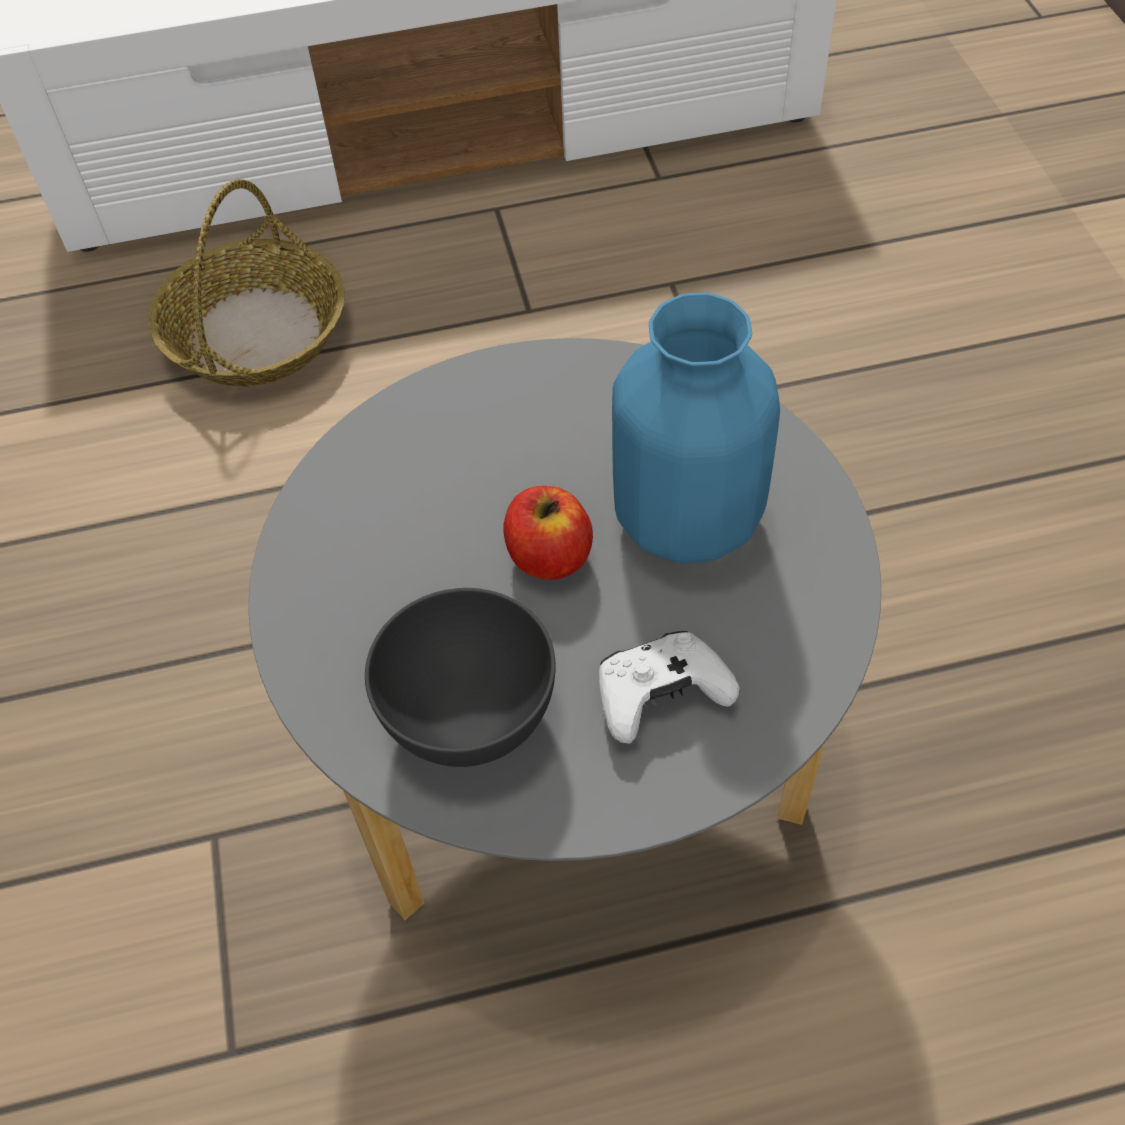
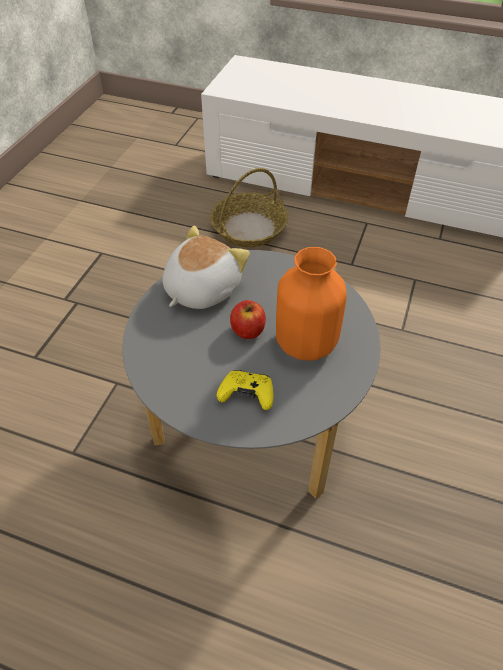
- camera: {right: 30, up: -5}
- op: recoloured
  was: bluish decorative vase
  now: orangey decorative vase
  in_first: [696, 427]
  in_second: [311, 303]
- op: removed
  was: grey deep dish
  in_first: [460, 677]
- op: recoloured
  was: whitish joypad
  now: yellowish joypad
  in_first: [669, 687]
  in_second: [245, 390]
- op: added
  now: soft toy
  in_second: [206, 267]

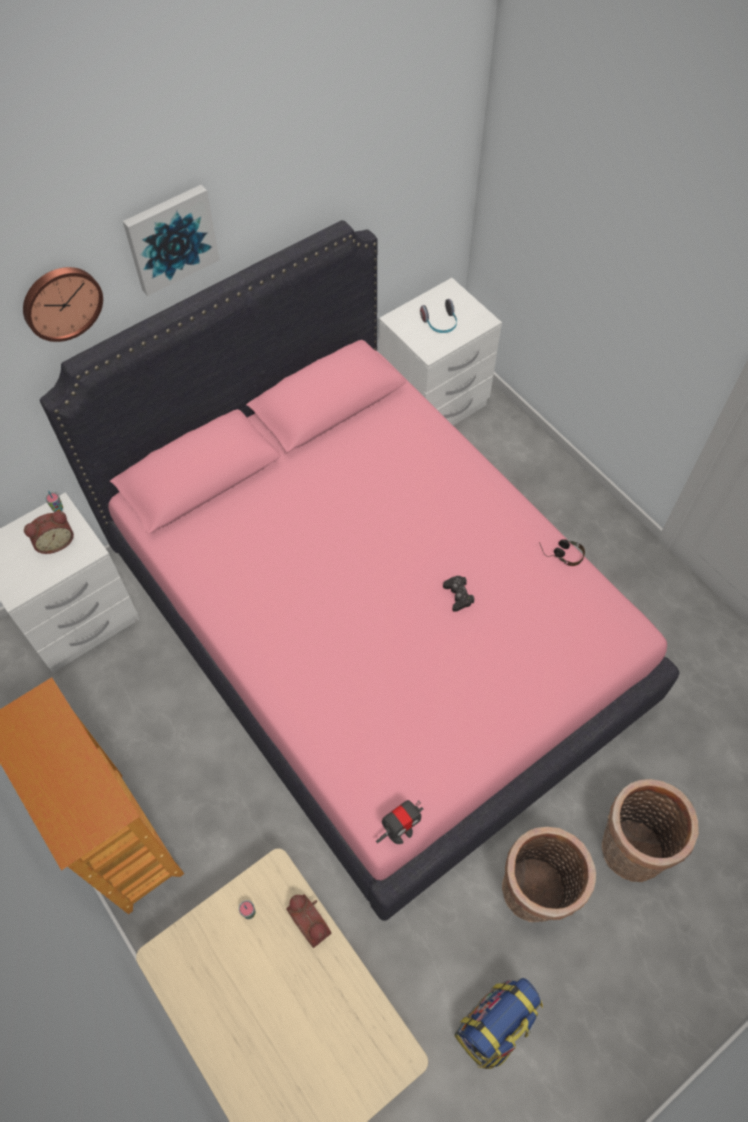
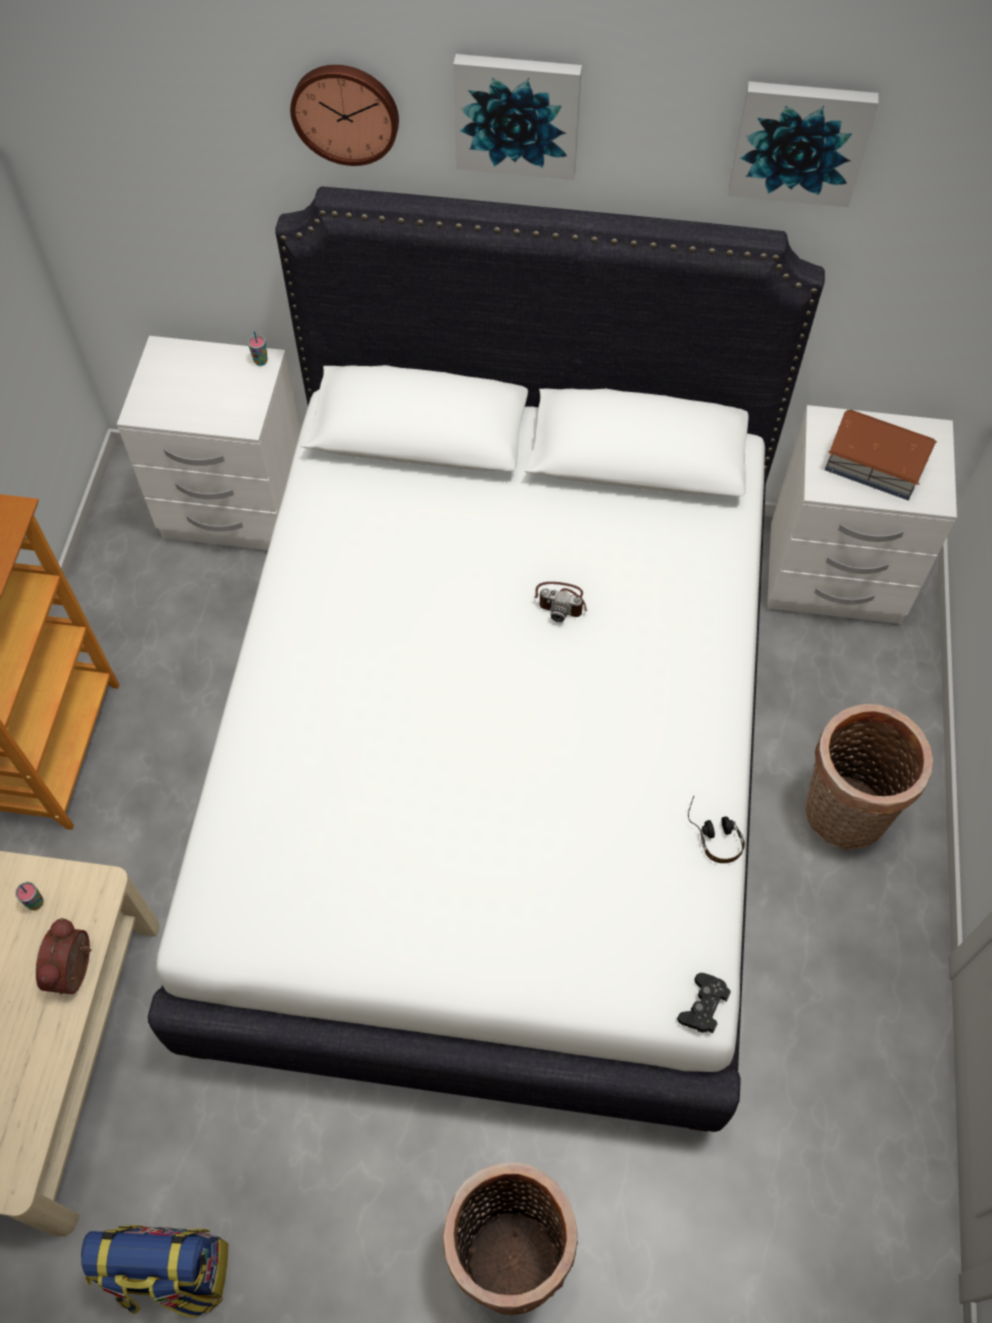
- camera: {right: 45, up: 0}
- op: recoloured
  was: pink bedroom bed
  now: whitish bedroom bed
  in_first: [359, 570]
  in_second: [486, 659]
- op: replaced
  was: pair of headphones
  now: model house
  in_first: [438, 316]
  in_second: [881, 455]
- op: removed
  was: table clock
  in_first: [49, 532]
- op: moved
  was: blackish joypad
  in_first: [459, 594]
  in_second: [704, 1003]
- op: removed
  was: toy robot
  in_first: [400, 822]
- op: moved
  was: household basket
  in_first: [549, 874]
  in_second: [869, 777]
- op: added
  now: wall picture
  in_second: [803, 144]
- op: added
  now: photo camera
  in_second: [561, 602]

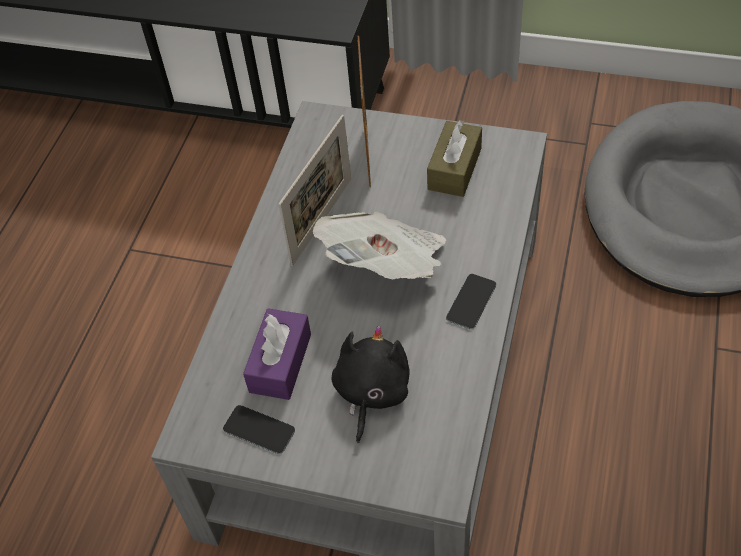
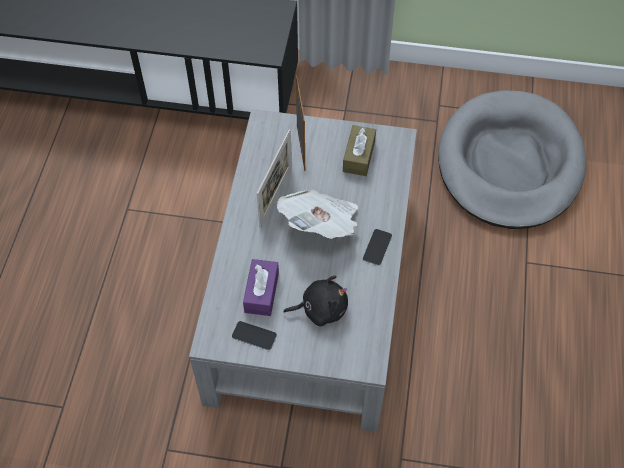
- camera: {right: -10, up: 5}
- op: turned
  was: blackish soft toy
  in_first: [371, 385]
  in_second: [315, 300]
  clockwise: 75

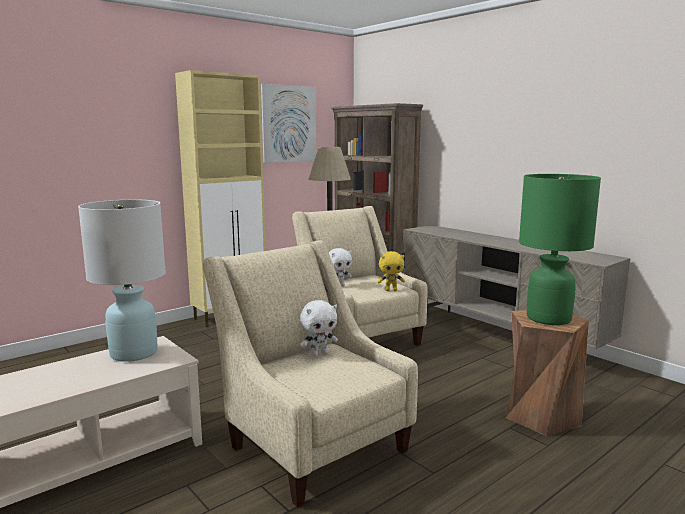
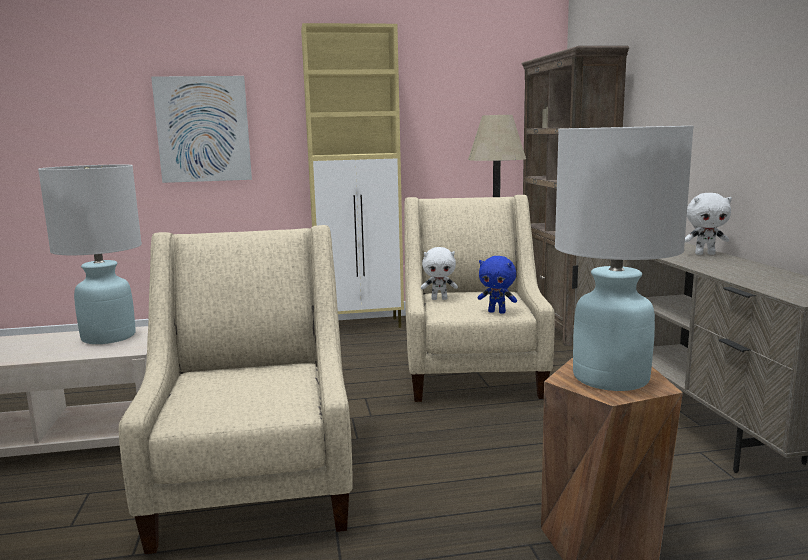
- camera: {right: 30, up: 0}
- op: moved
  was: wall picture
  in_first: [288, 123]
  in_second: [201, 129]
- op: recoloured
  was: green tabletop lamp
  now: whitish tabletop lamp
  in_first: [560, 249]
  in_second: [624, 258]
- op: recoloured
  was: yellowish soft toy
  now: bluish soft toy
  in_first: [391, 271]
  in_second: [497, 285]
- op: moved
  was: whitish soft toy
  in_first: [319, 328]
  in_second: [708, 224]

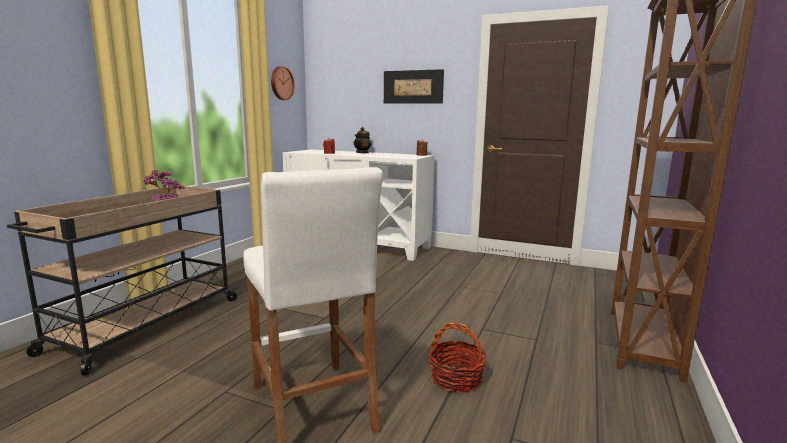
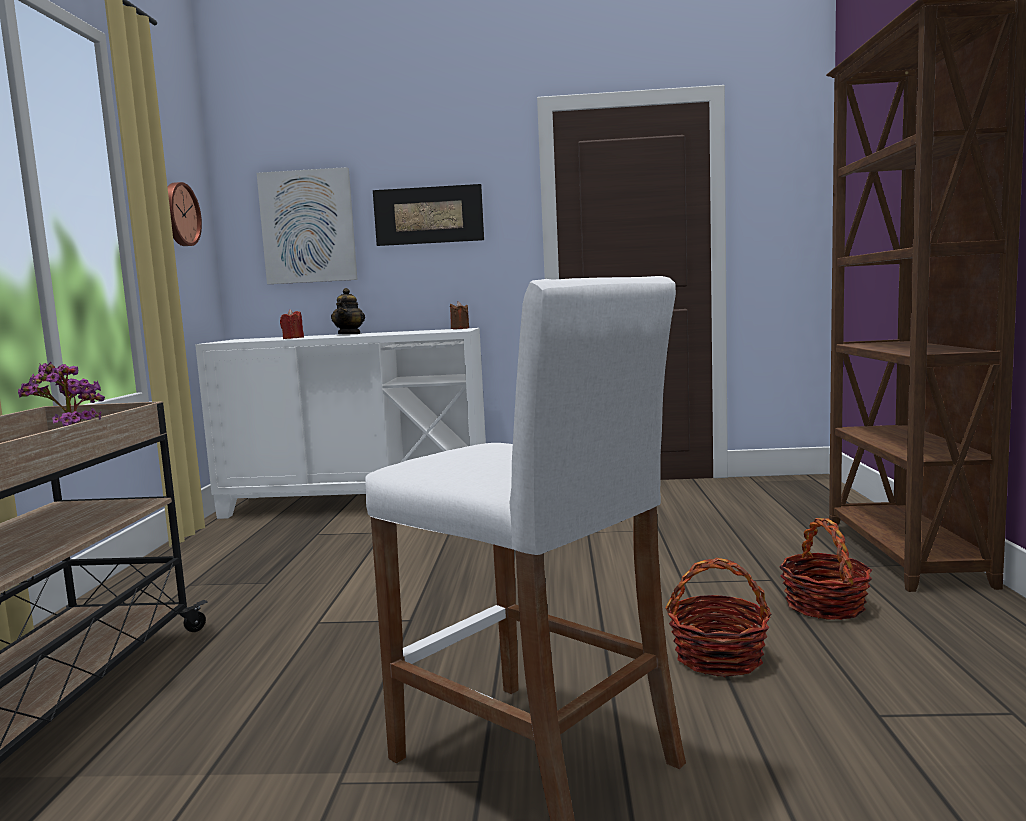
- camera: {right: -20, up: -5}
- op: added
  now: wall picture
  in_second: [307, 225]
- op: added
  now: household basket
  in_second: [826, 569]

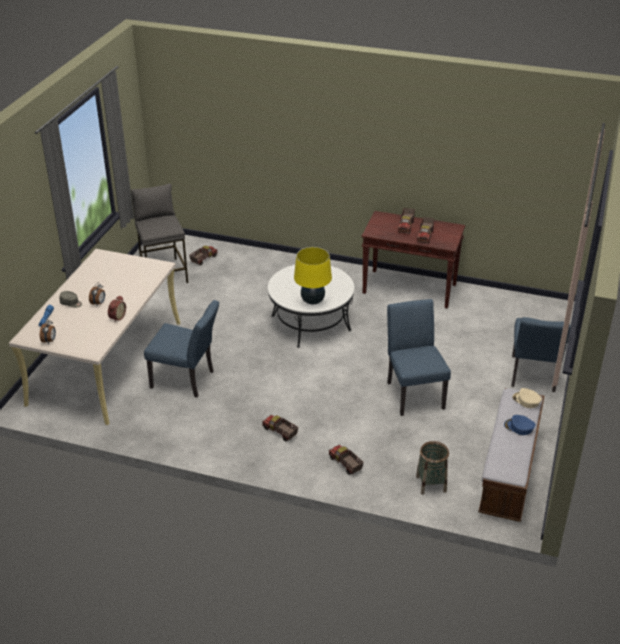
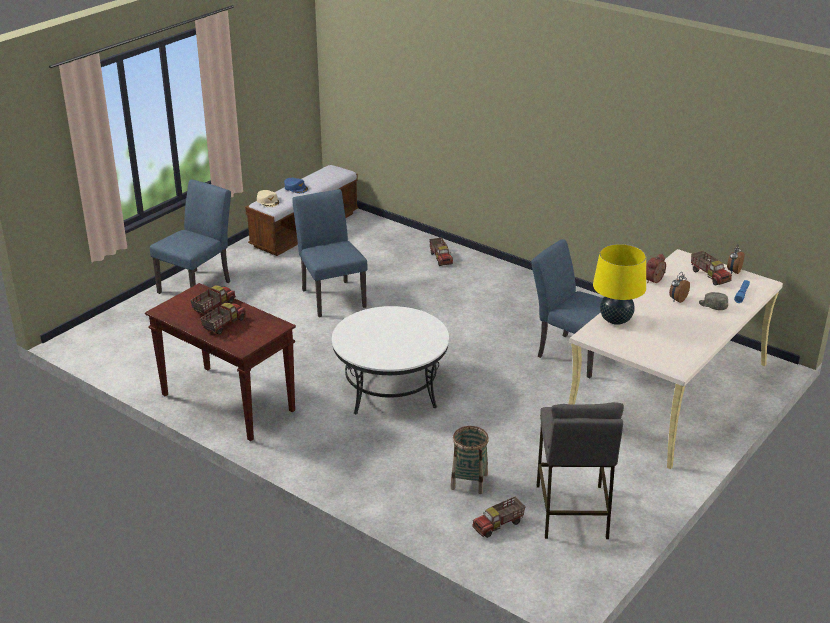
- camera: {right: -160, up: -5}
- op: moved
  was: yellowish tabletop lamp
  in_first: [313, 276]
  in_second: [619, 284]
- op: turned
  was: bluish plain chair
  in_first: [419, 357]
  in_second: [330, 253]
  clockwise: 150
- op: moved
  was: toy truck
  in_first: [280, 428]
  in_second: [711, 268]
- op: moved
  was: household basket
  in_first: [432, 468]
  in_second: [469, 460]

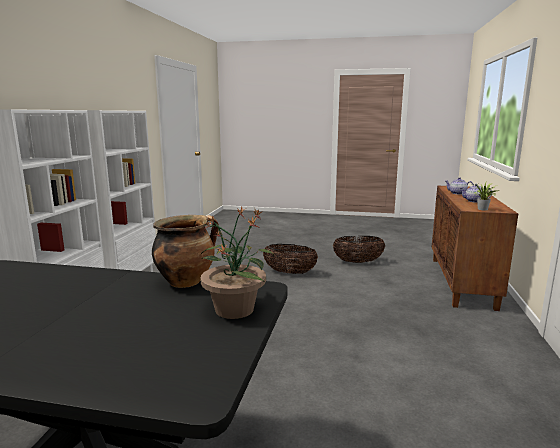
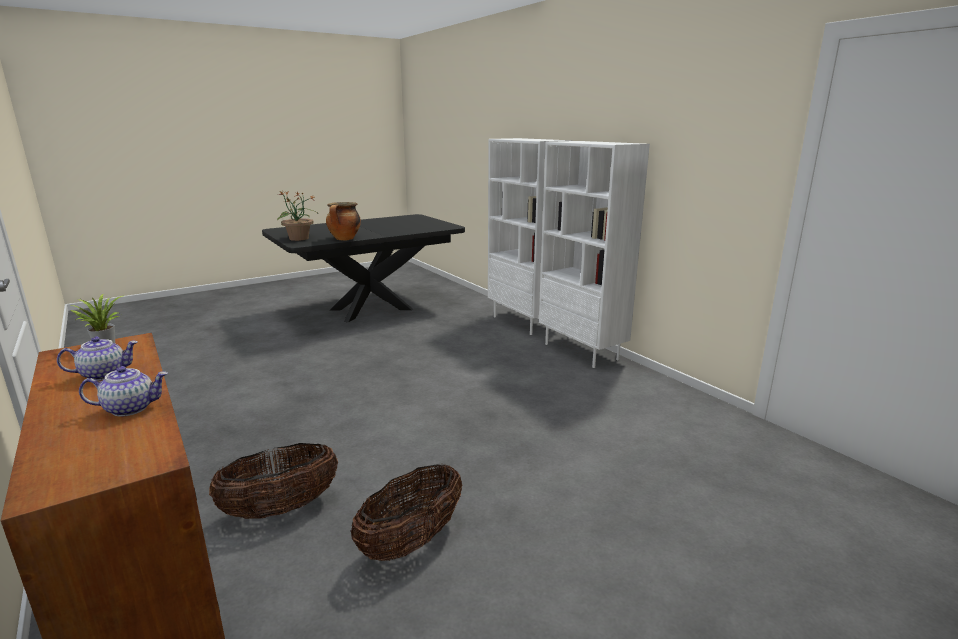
- camera: {right: 135, up: 5}
- op: moved
  was: household basket
  in_first: [290, 259]
  in_second: [273, 481]

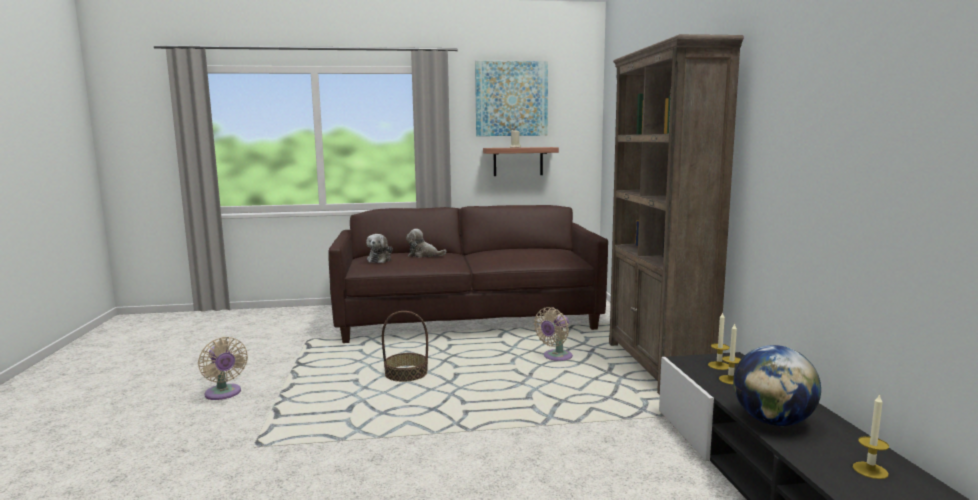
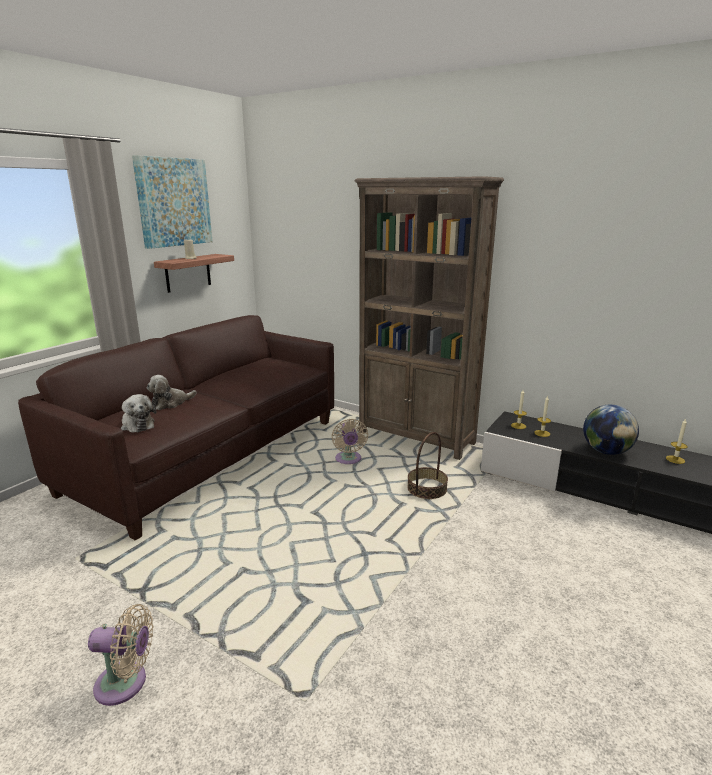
- camera: {right: -50, up: 10}
- op: moved
  was: household basket
  in_first: [405, 346]
  in_second: [427, 465]

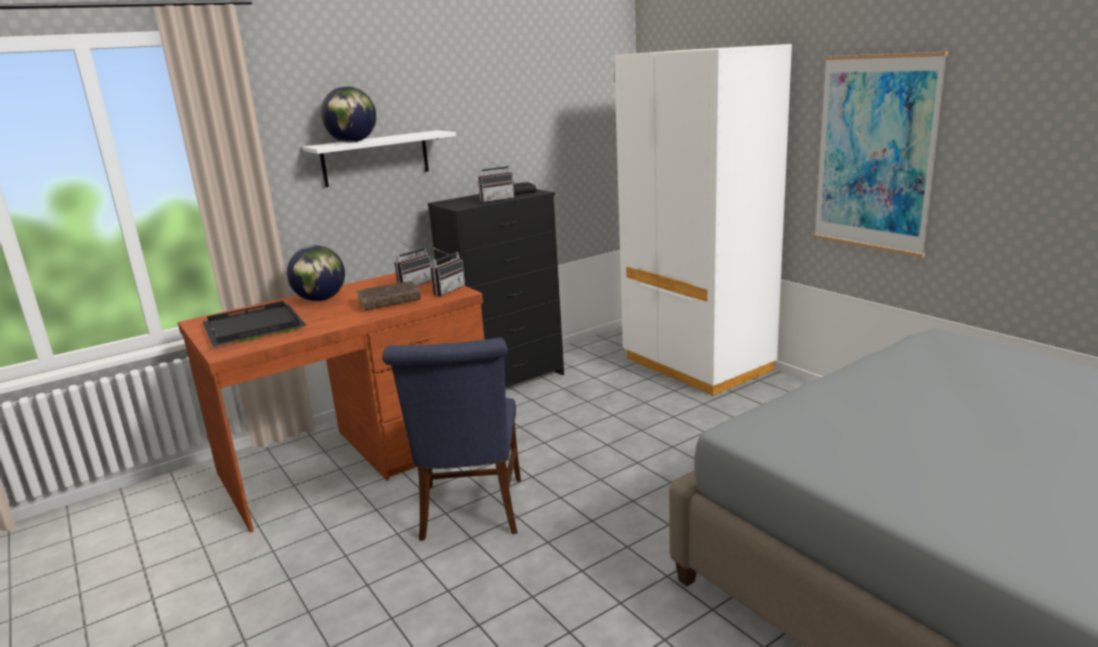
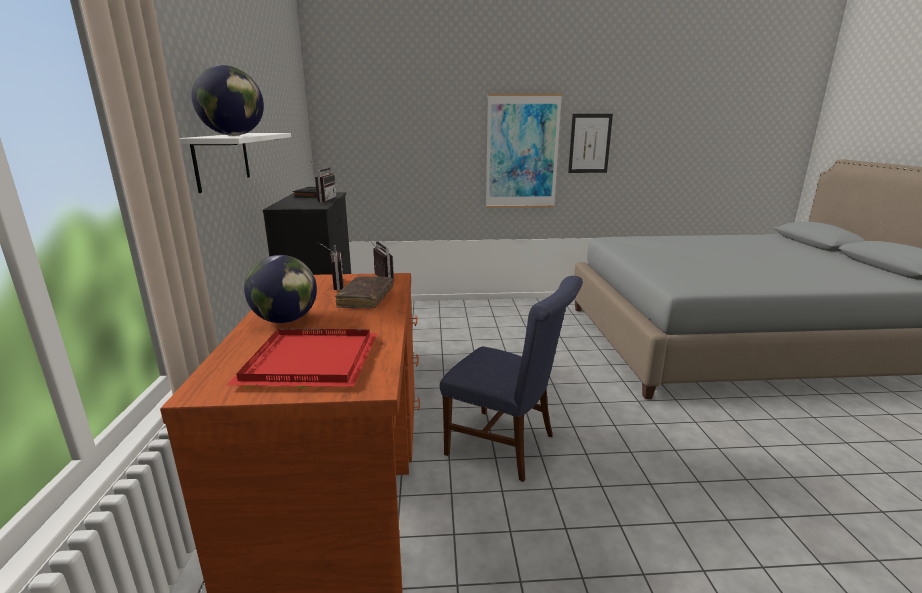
- camera: {right: -60, up: 0}
- op: removed
  was: whitish clothes cupboard
  in_first: [703, 220]
- op: recoloured
  was: blackish tray
  now: red-coloured tray
  in_first: [254, 323]
  in_second: [302, 358]
- op: added
  now: wall picture
  in_second: [590, 143]

